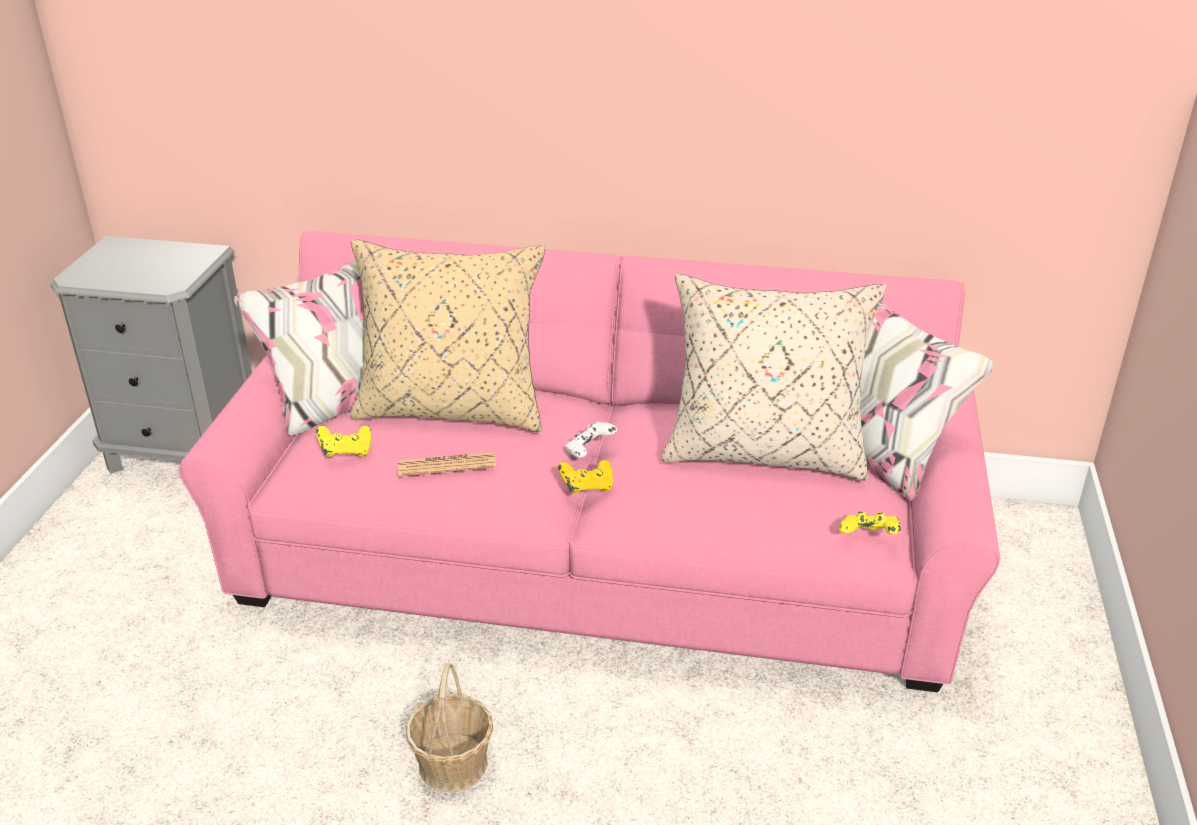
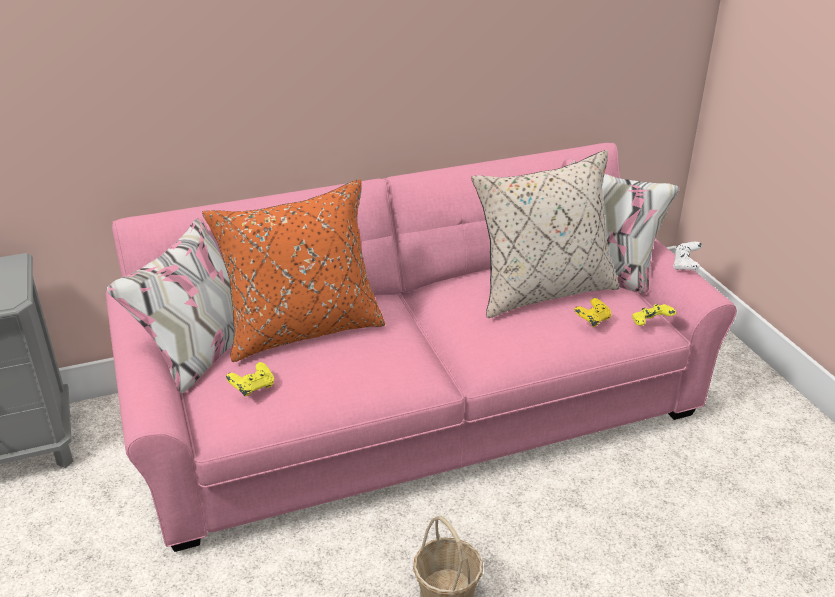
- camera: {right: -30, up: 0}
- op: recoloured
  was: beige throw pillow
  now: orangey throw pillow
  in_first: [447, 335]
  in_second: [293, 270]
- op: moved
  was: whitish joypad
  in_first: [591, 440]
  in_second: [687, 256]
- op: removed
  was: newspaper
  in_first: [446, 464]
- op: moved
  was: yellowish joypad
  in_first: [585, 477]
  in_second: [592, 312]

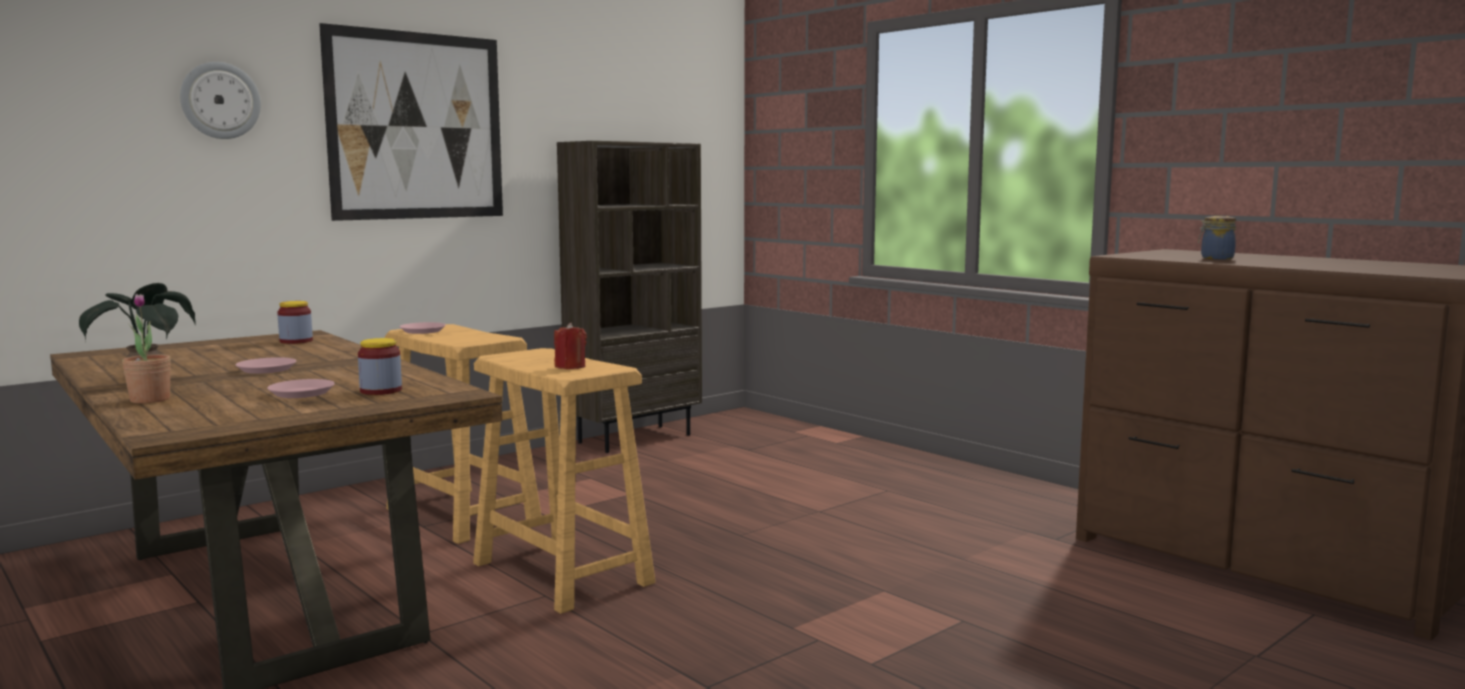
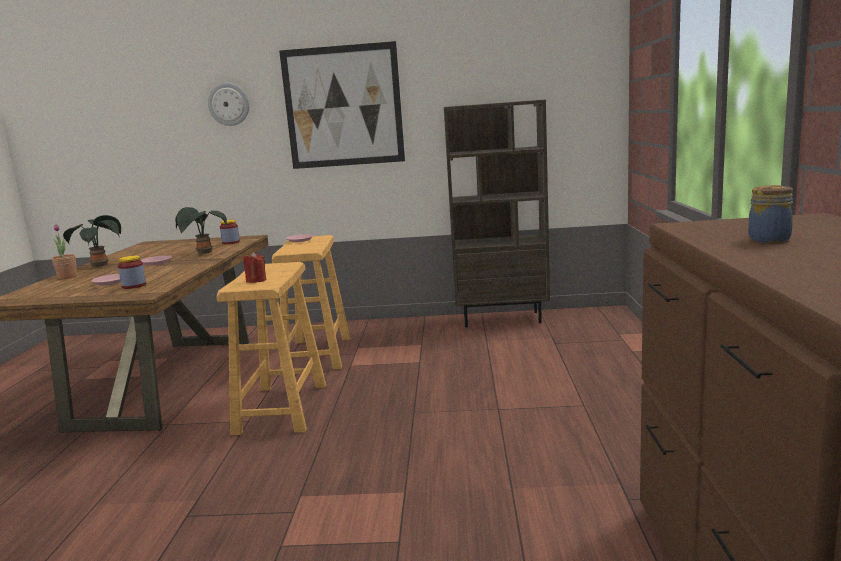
- camera: {right: 45, up: 5}
- op: added
  now: plant in a pot
  in_second: [201, 230]

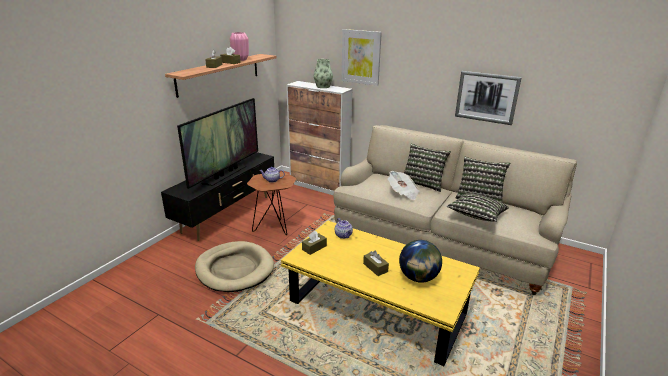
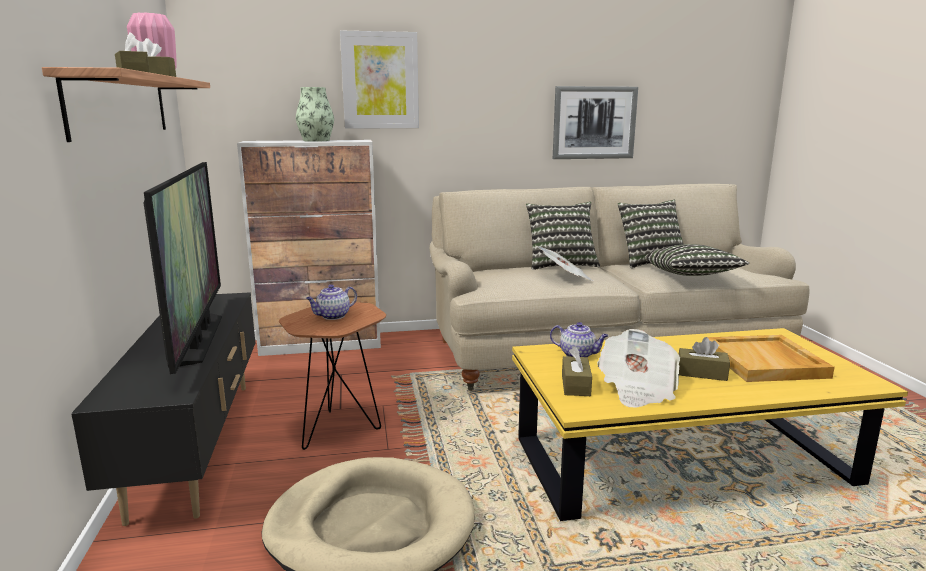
- camera: {right: -40, up: -10}
- op: replaced
  was: desk globe
  now: beige tray
  in_first: [420, 261]
  in_second: [771, 358]
- op: added
  now: newspaper
  in_second: [638, 368]

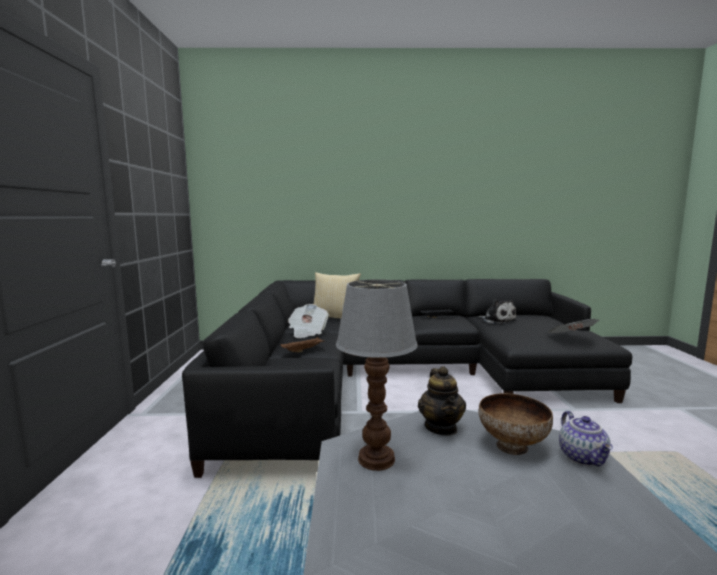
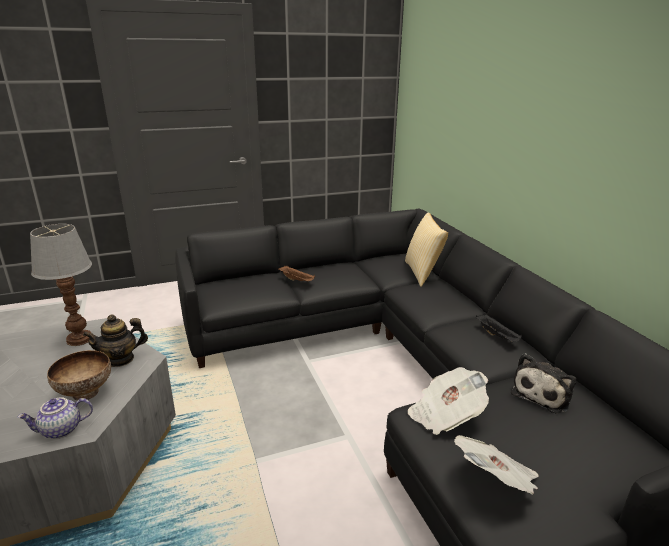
- camera: {right: 70, up: 15}
- op: moved
  was: newspaper
  in_first: [308, 321]
  in_second: [448, 401]

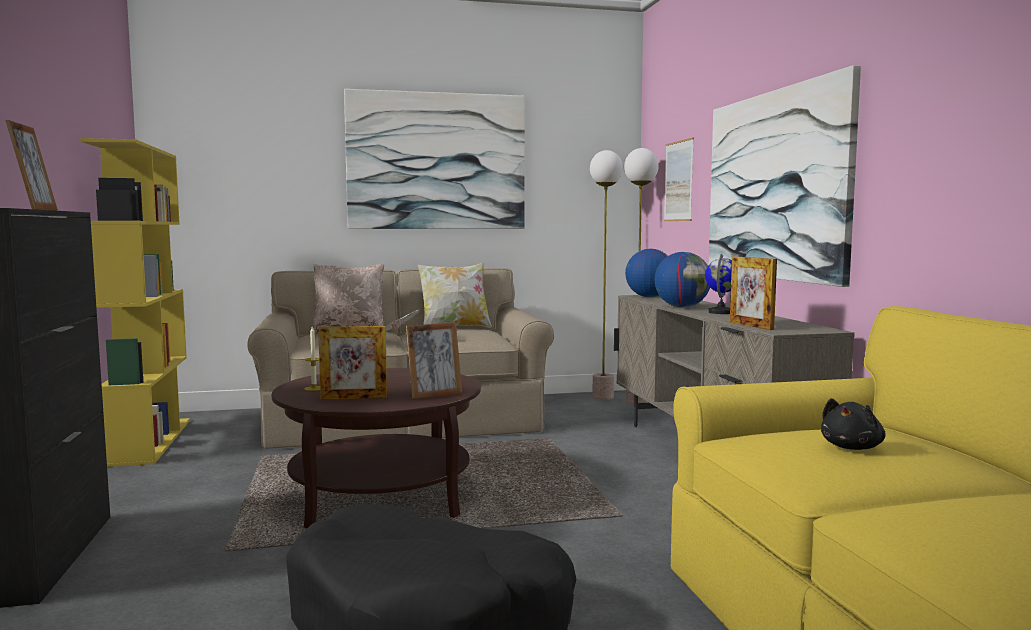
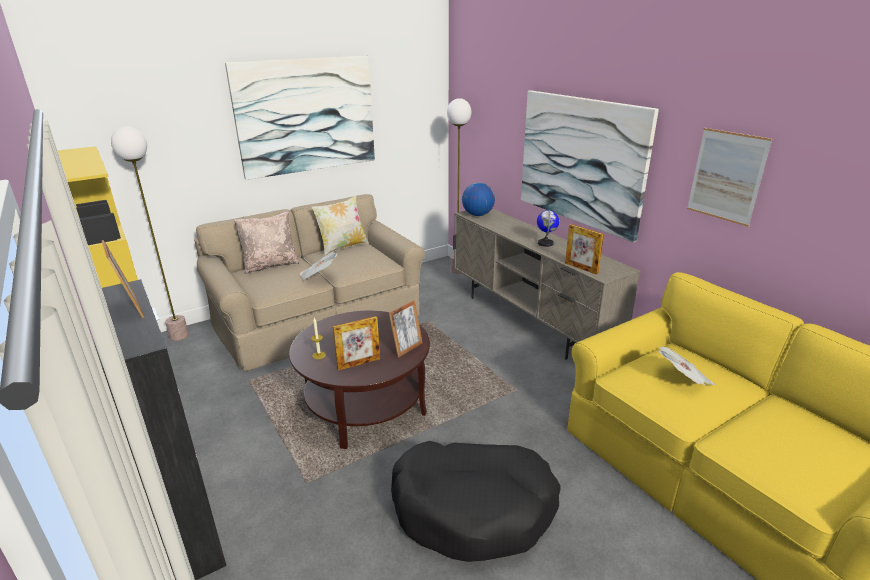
- camera: {right: -20, up: 20}
- op: moved
  was: wall picture
  in_first: [679, 179]
  in_second: [729, 177]
- op: moved
  was: standing lamp
  in_first: [606, 275]
  in_second: [150, 233]
- op: removed
  was: desk globe
  in_first: [682, 280]
- op: replaced
  was: blackish soft toy
  now: newspaper
  in_first: [853, 424]
  in_second: [686, 366]

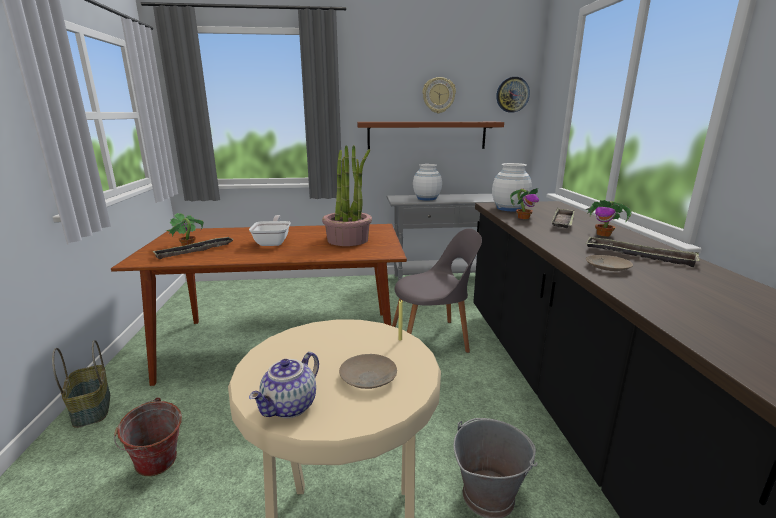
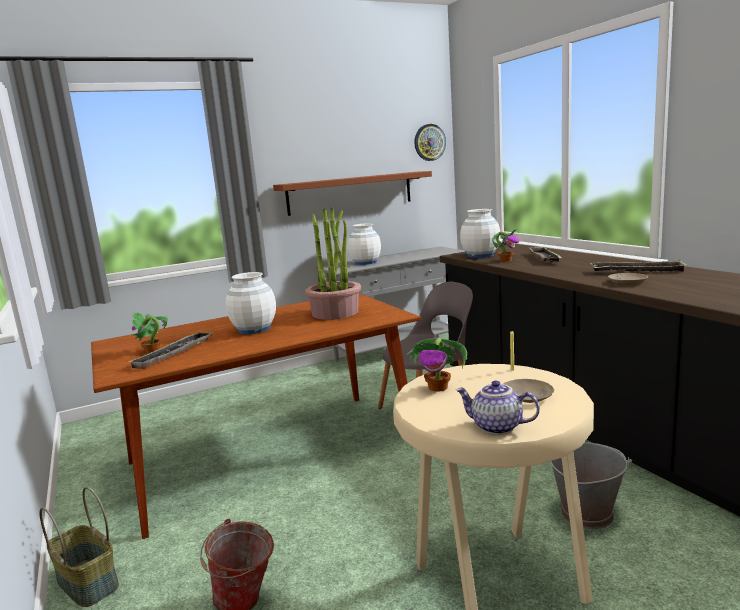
- camera: {right: -20, up: -5}
- op: removed
  was: hanging clock
  in_first: [439, 95]
- op: moved
  was: plant in a pot
  in_first: [608, 218]
  in_second: [436, 364]
- op: replaced
  was: frying pan
  now: whitish decorative vase
  in_first: [270, 230]
  in_second: [251, 303]
- op: turned
  was: pot for tea
  in_first: [284, 385]
  in_second: [498, 408]
  clockwise: 105

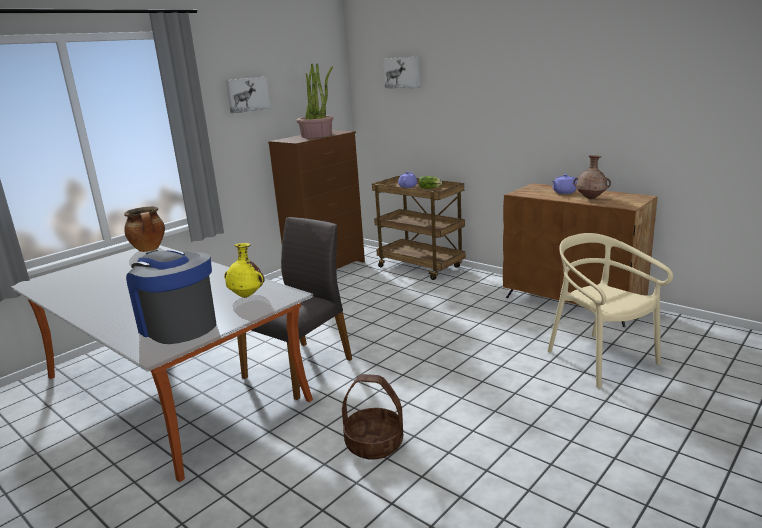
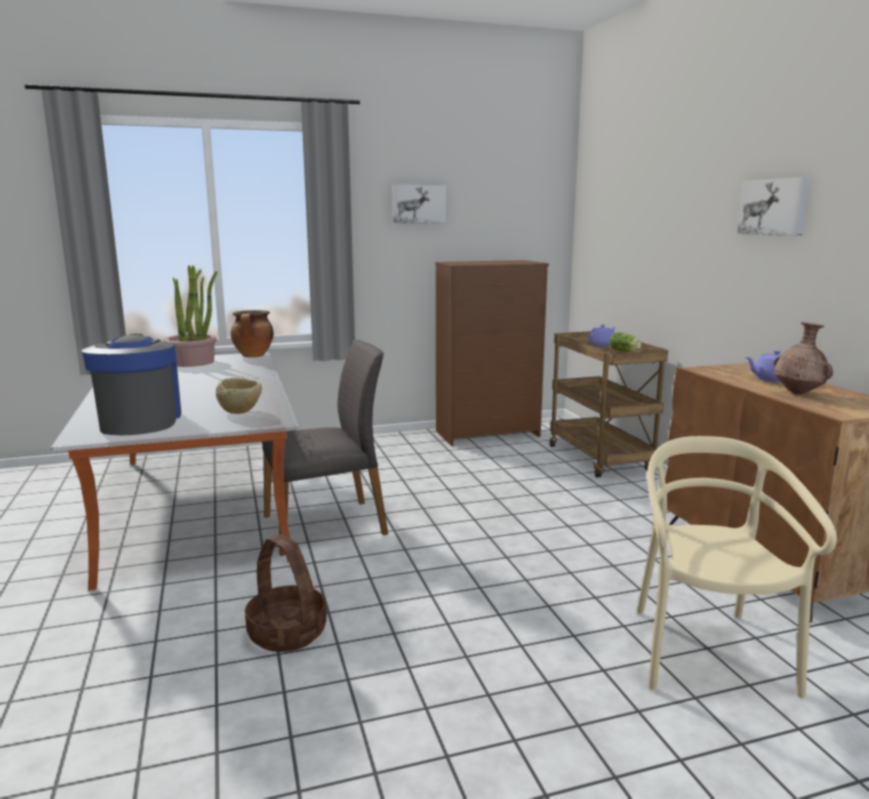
- camera: {right: 30, up: -5}
- op: moved
  was: wall picture
  in_first: [401, 72]
  in_second: [773, 206]
- op: moved
  was: plant in a pot
  in_first: [314, 100]
  in_second: [190, 316]
- op: replaced
  was: yellowish decorative vase
  now: beige deep dish
  in_first: [244, 270]
  in_second: [239, 396]

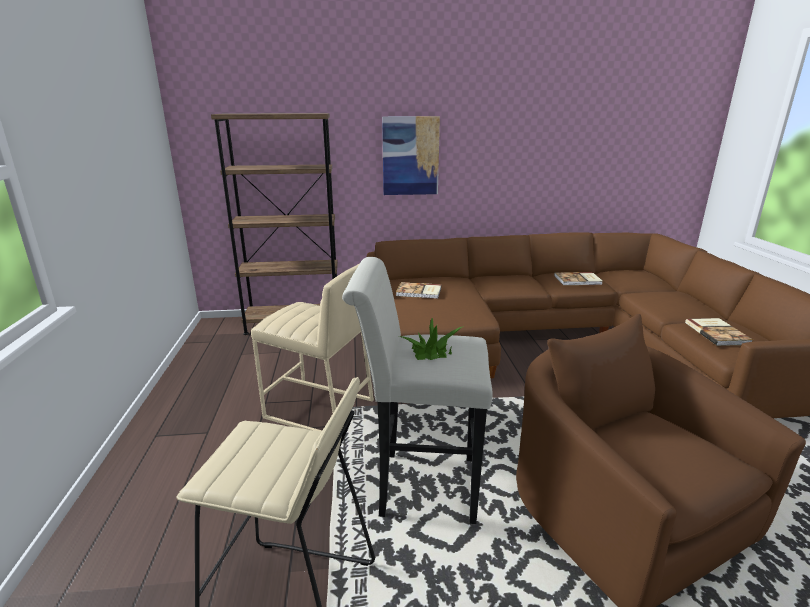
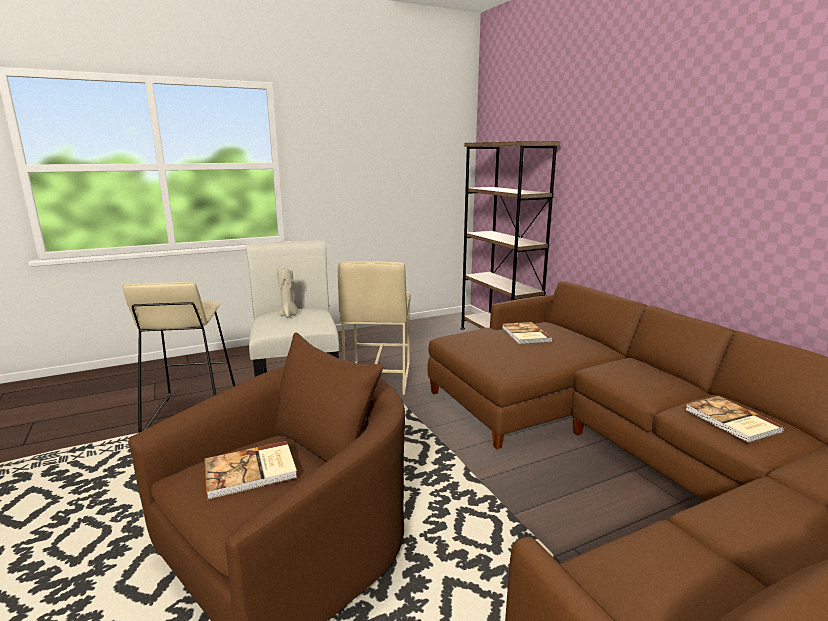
- camera: {right: 70, up: -5}
- op: removed
  was: wall picture
  in_first: [411, 155]
- op: replaced
  was: plant in a pot
  now: beige wax light
  in_first: [431, 339]
  in_second: [287, 291]
- op: moved
  was: bound book
  in_first: [719, 332]
  in_second: [251, 470]

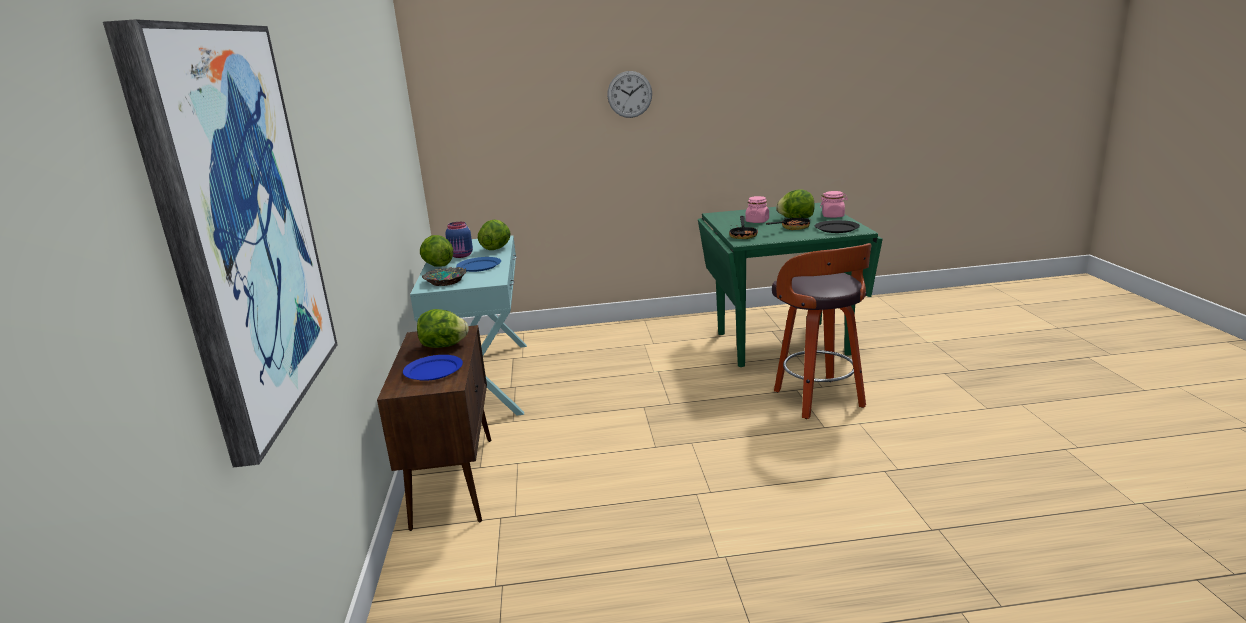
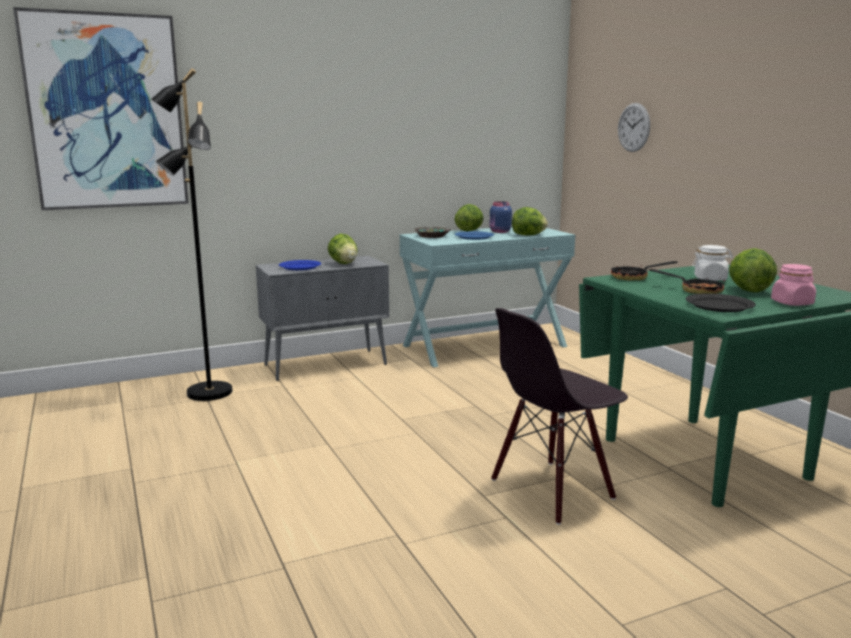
- camera: {right: 70, up: -5}
- op: moved
  was: hanging clock
  in_first: [629, 94]
  in_second: [634, 127]
- op: recoloured
  was: pink preserve jar
  now: whitish preserve jar
  in_first: [757, 209]
  in_second: [712, 263]
- op: replaced
  was: stool
  now: blackish plain chair
  in_first: [821, 331]
  in_second: [559, 416]
- op: recoloured
  was: brownish cupboard
  now: grey cupboard
  in_first: [434, 428]
  in_second: [322, 318]
- op: added
  now: blackish standing lamp
  in_second: [192, 234]

